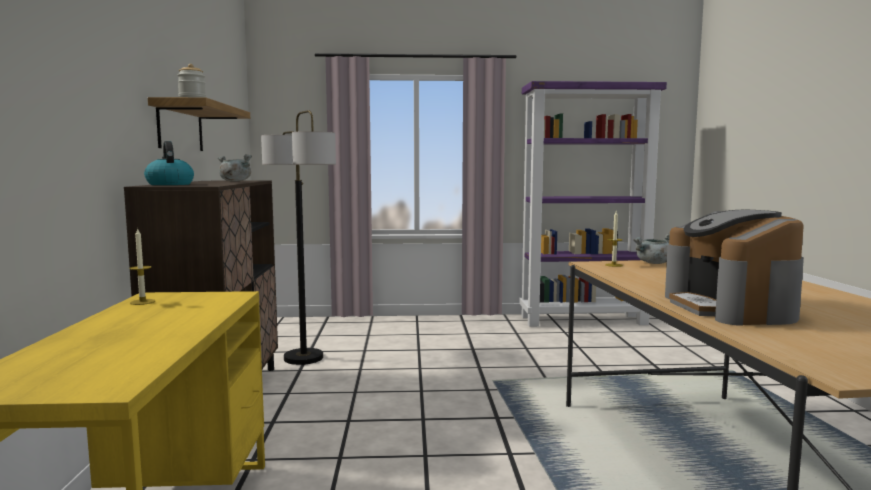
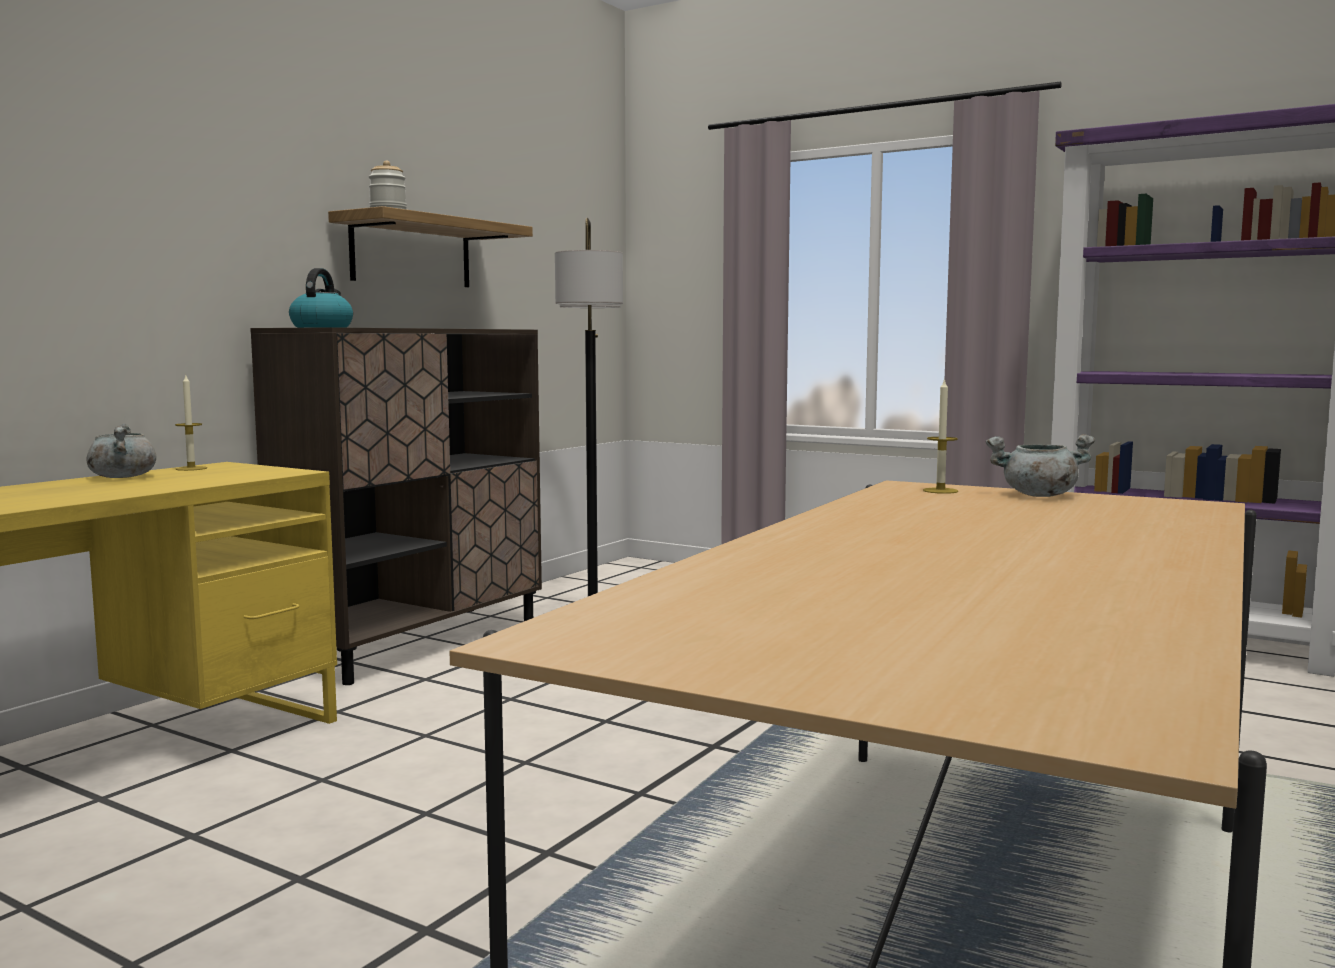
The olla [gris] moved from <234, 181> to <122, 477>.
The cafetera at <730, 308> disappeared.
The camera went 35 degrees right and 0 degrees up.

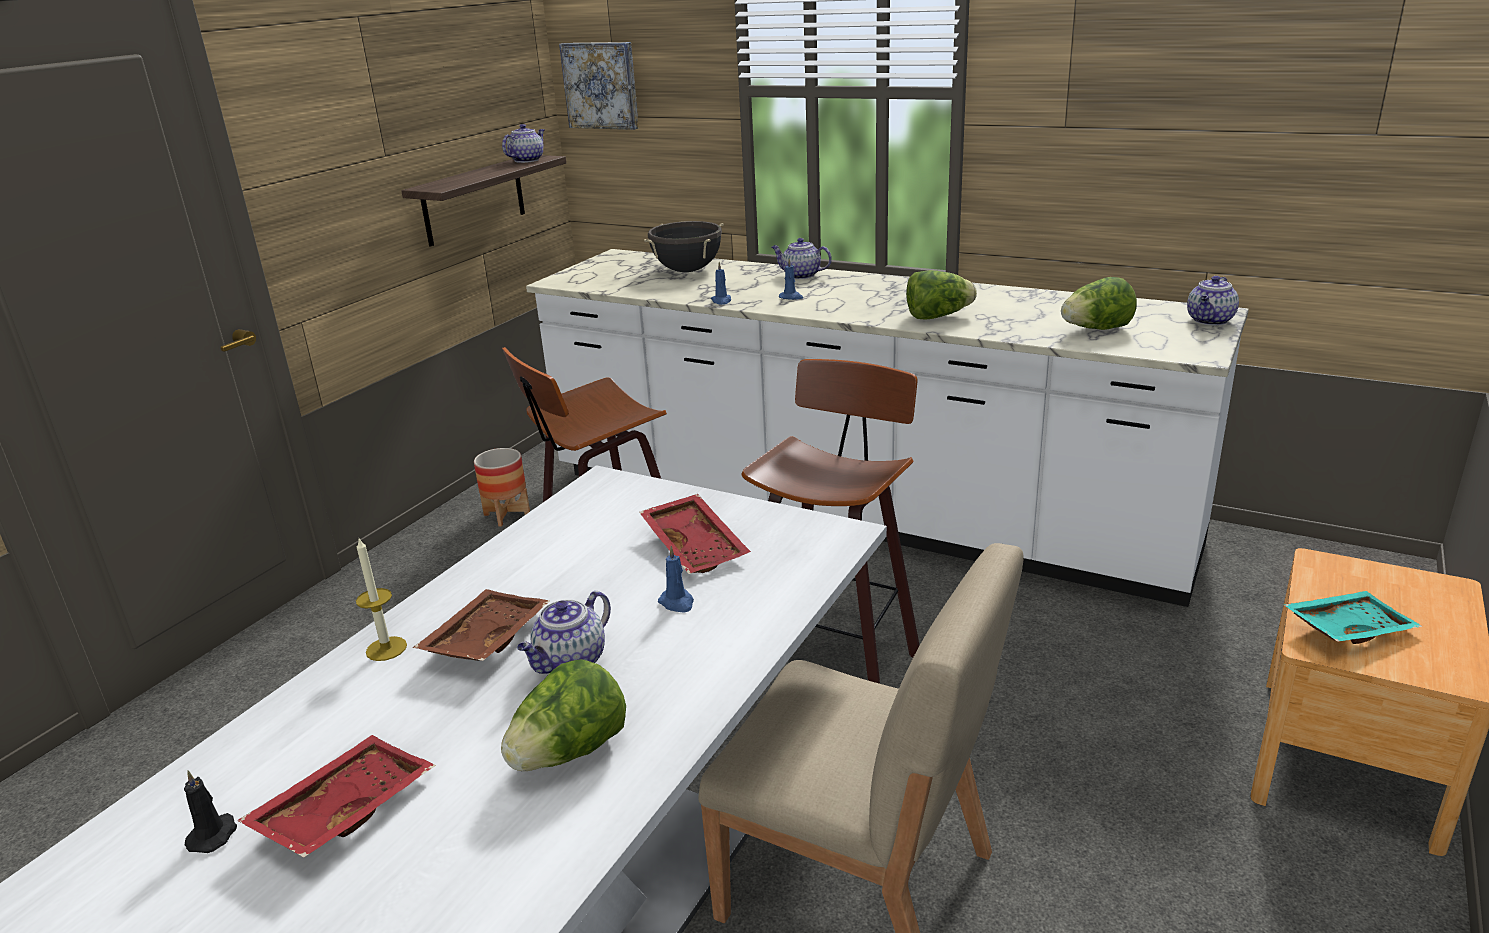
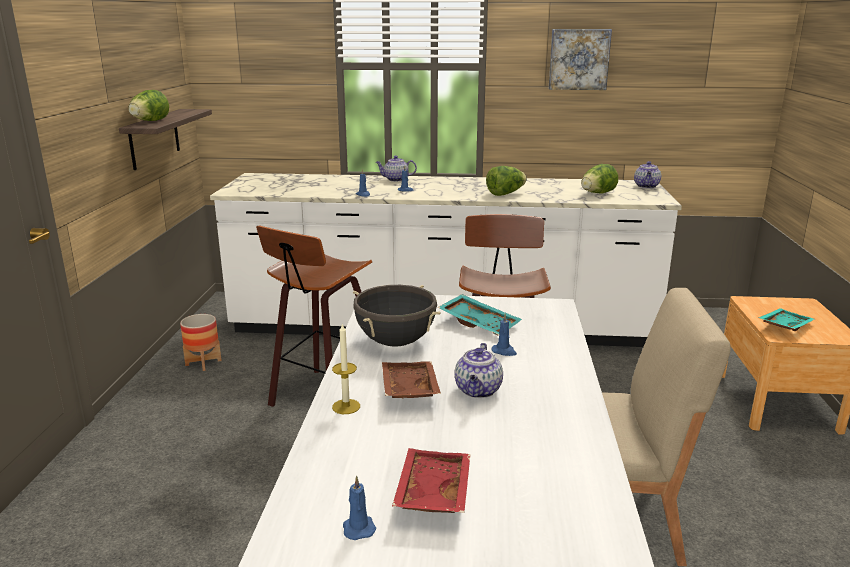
The vela [negro] at <214, 835> became the vela [azul] at <358, 528>.
The lechuga moved from <570, 753> to <150, 121>.
The tetera at <527, 160> disappeared.
The cuadro moved from <602, 85> to <579, 59>.
The bandeja [rojo] at <696, 546> became the bandeja [turquesa] at <480, 323>.
The olla [negro] moved from <687, 270> to <396, 342>.
The camera went 25 degrees left and 5 degrees down.

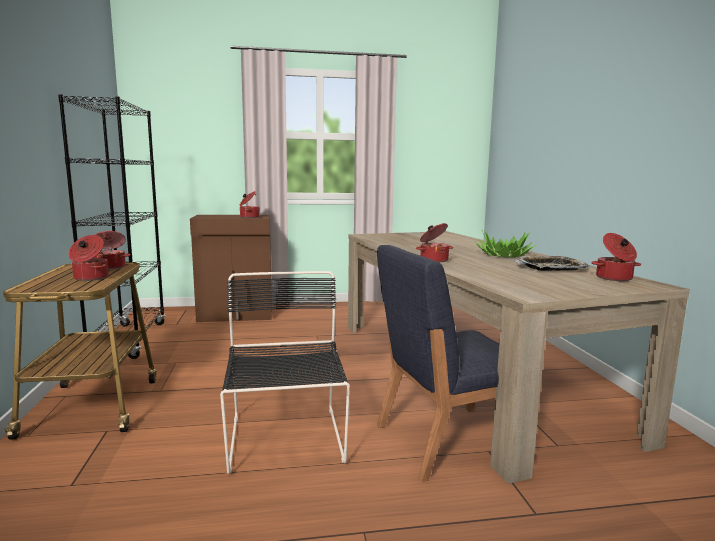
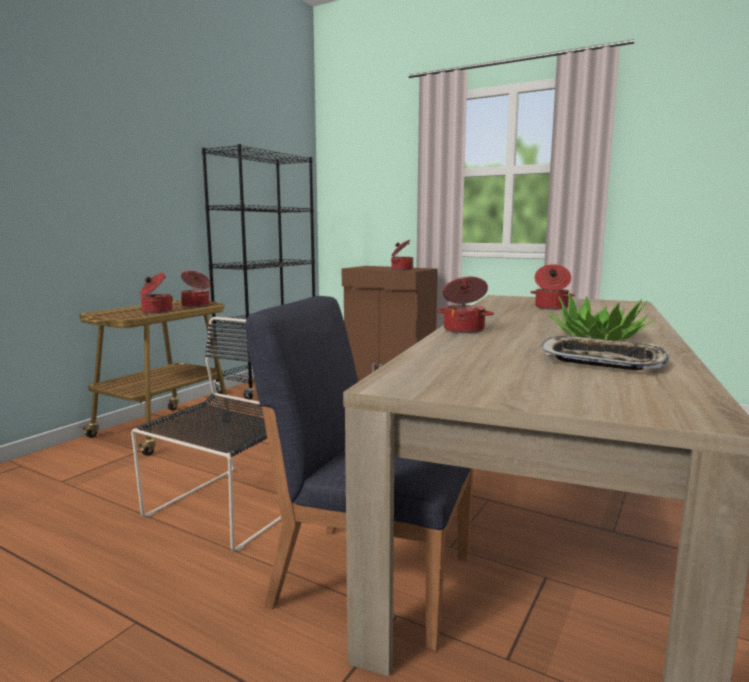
The olla moved from <614, 278> to <550, 307>.
The camera went 40 degrees right and 0 degrees up.

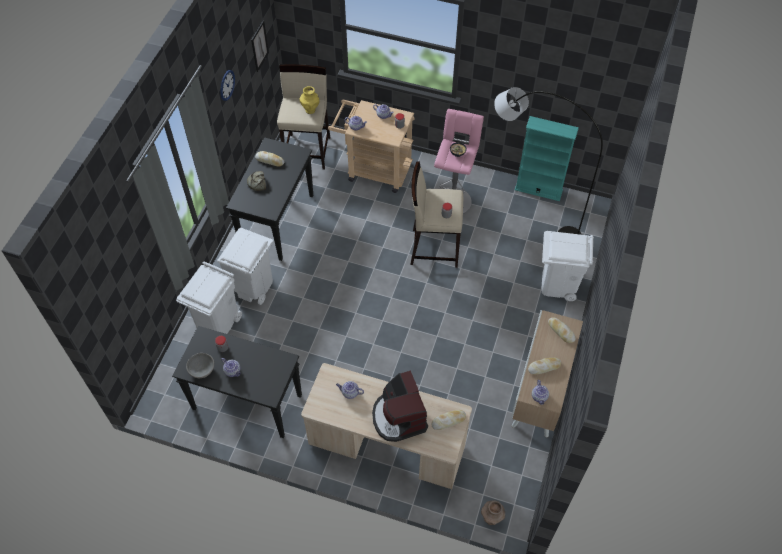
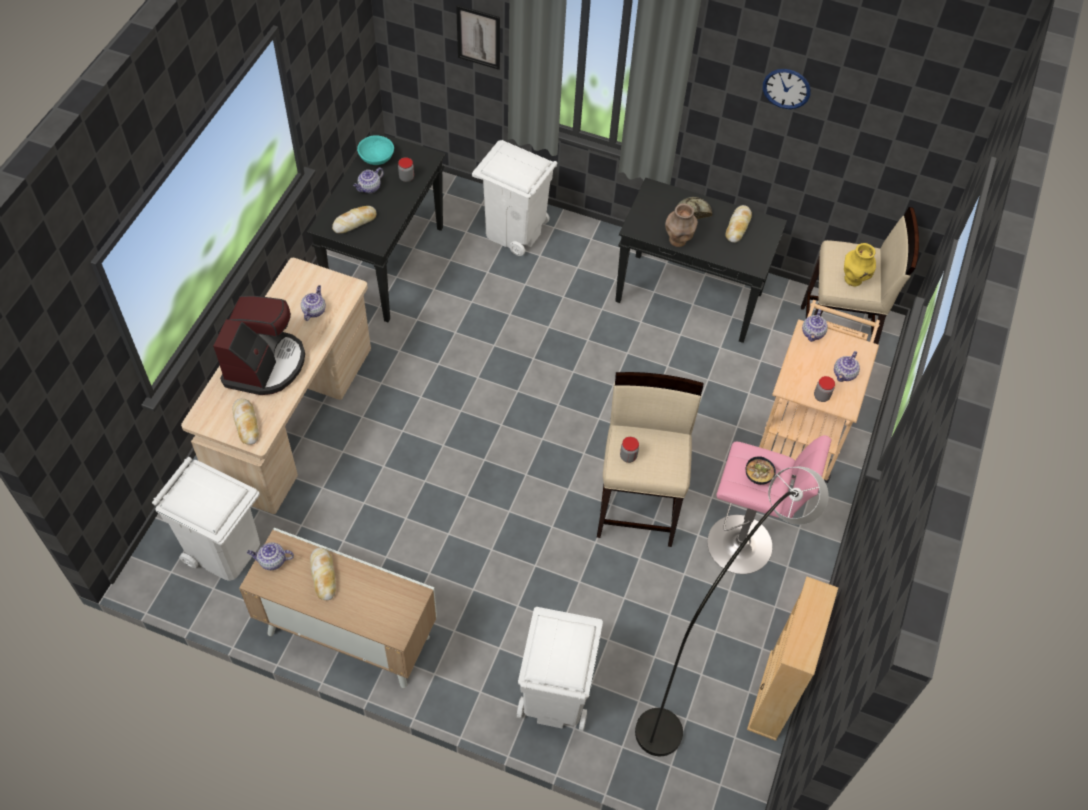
The cuenco [gris] at <201, 369> became the cuenco [turquesa] at <377, 158>.
The papelera [blanco] moved from <252, 286> to <225, 550>.
The cuadro moved from <259, 46> to <478, 37>.
The cafetera at <398, 417> turned 120 degrees clockwise.
The florero [marrón] moved from <491, 518> to <678, 241>.
The estantería [turquesa] at <538, 190> became the estantería [beis] at <773, 695>.
The pan moved from <561, 331> to <354, 222>.
The camera went 90 degrees right and 0 degrees up.

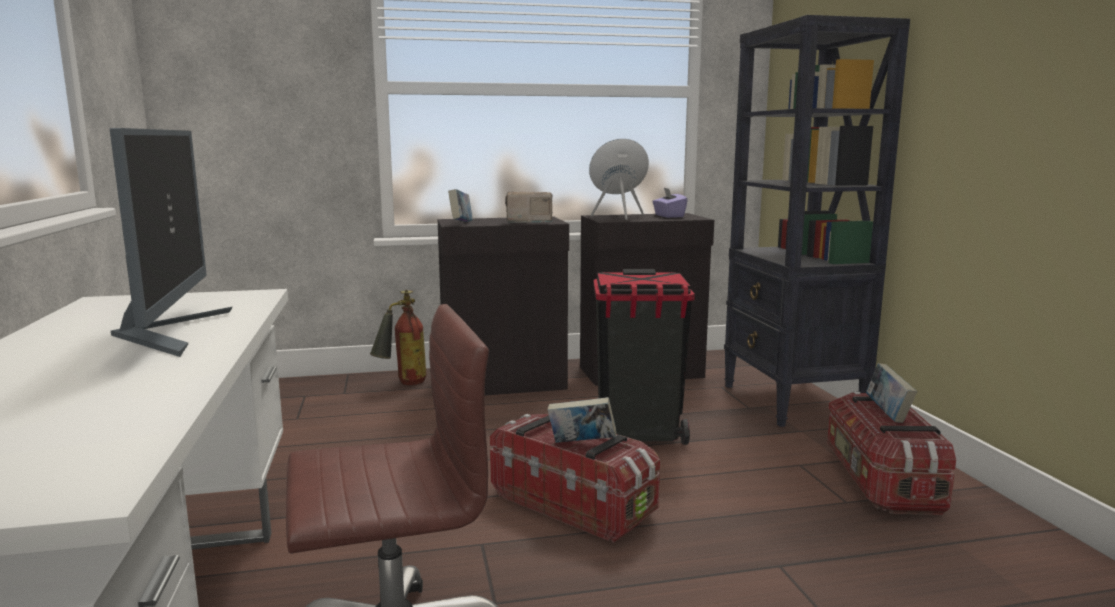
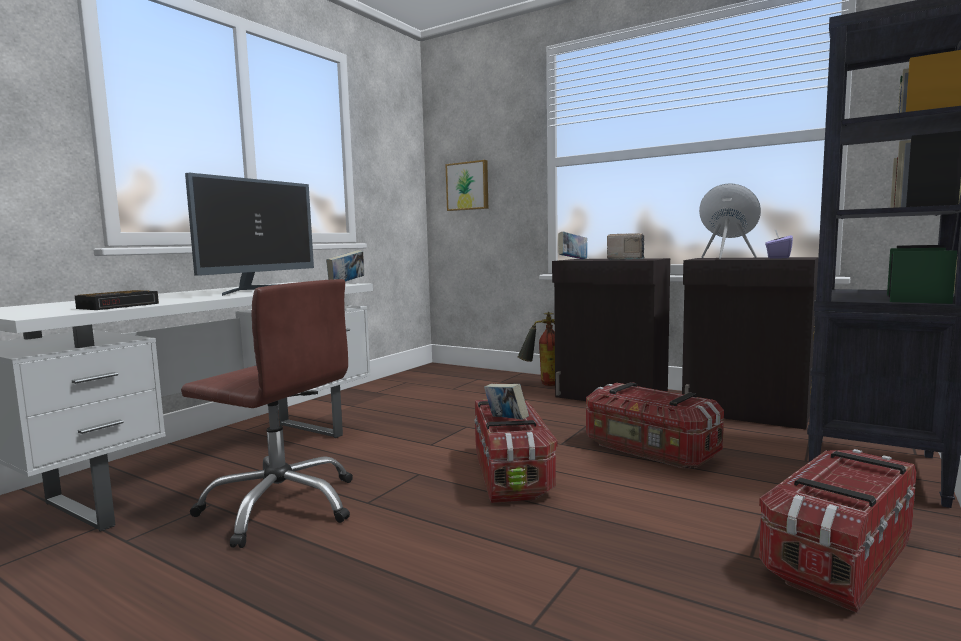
The papelera [negro] at <638, 434> was replaced by the caja de almacenaje at <649, 450>.
The libro moved from <888, 414> to <346, 284>.
The despertador at <120, 306> appeared.
The cuadro at <468, 186> appeared.
The camera went 45 degrees right and 5 degrees down.

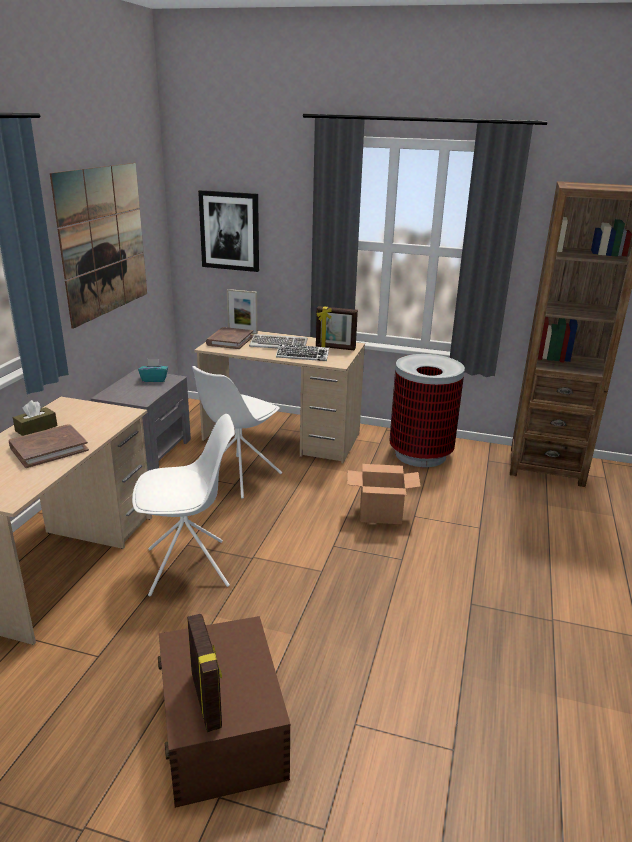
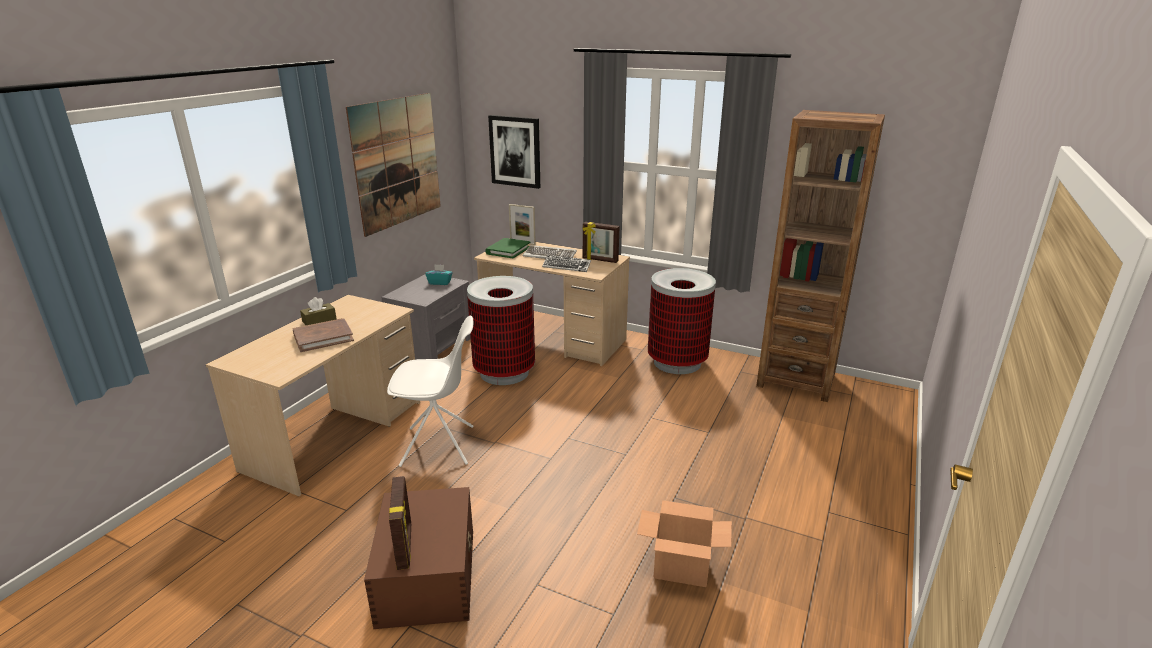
The silla [blanco] at <238, 477> was replaced by the papelera at <504, 372>.
The libro [marrón] at <230, 340> became the libro [verde] at <508, 250>.
The caja de cartón moved from <380, 515> to <680, 569>.
The camera went 10 degrees right and 0 degrees up.

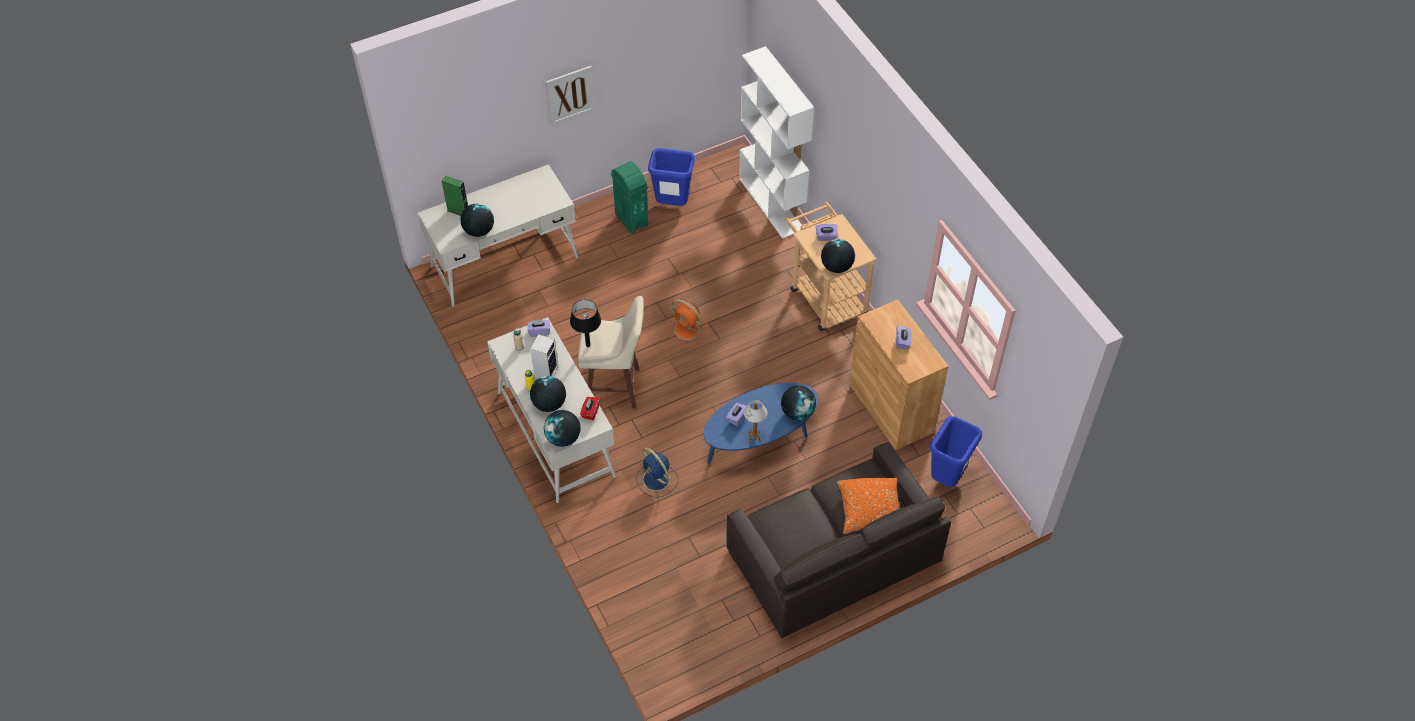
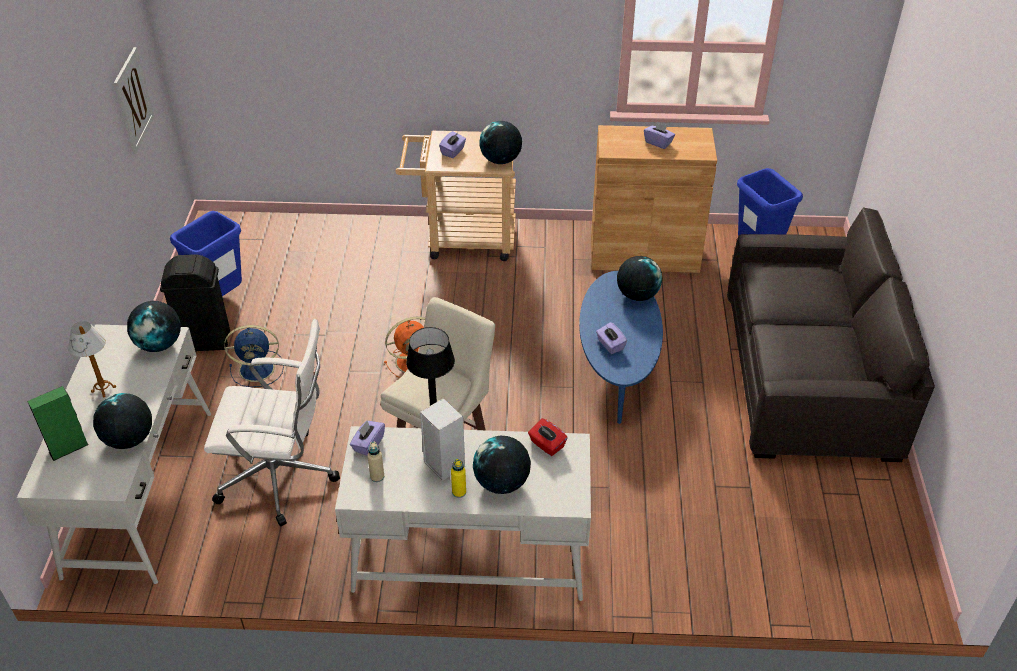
The globo terráqueo moved from <563, 438> to <159, 344>.
The cuadro moved from <570, 95> to <133, 100>.
The papelera [verde] at <631, 219> became the papelera [negro] at <205, 341>.
The ventilador [azul] moved from <657, 480> to <258, 369>.
The estantería [blanco] at <772, 204> disappeared.
The lámpara de mesa moved from <754, 436> to <103, 389>.
The cojín [naranja] at <869, 512> disappeared.
The silla de oficina [blanco] at <280, 477> appeared.
The camera went 60 degrees left and 10 degrees down.

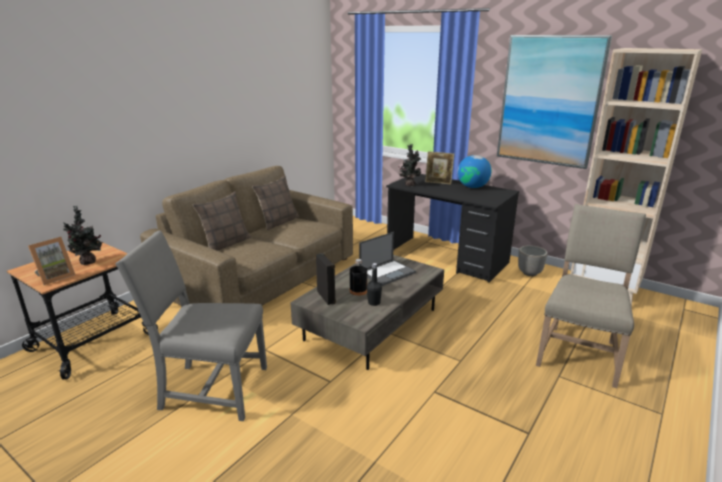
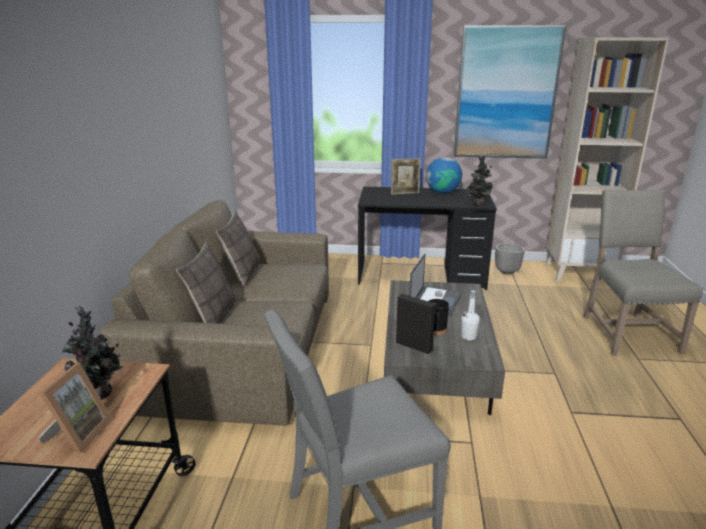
The botella [negro] at <374, 303> became the botella [blanco] at <468, 337>.
The planta en maceta moved from <409, 185> to <477, 204>.
The camera went 30 degrees left and 0 degrees up.

